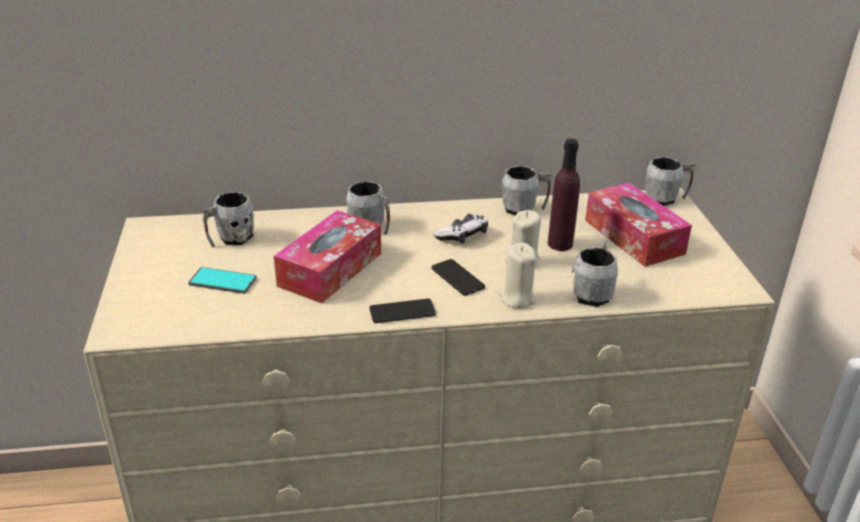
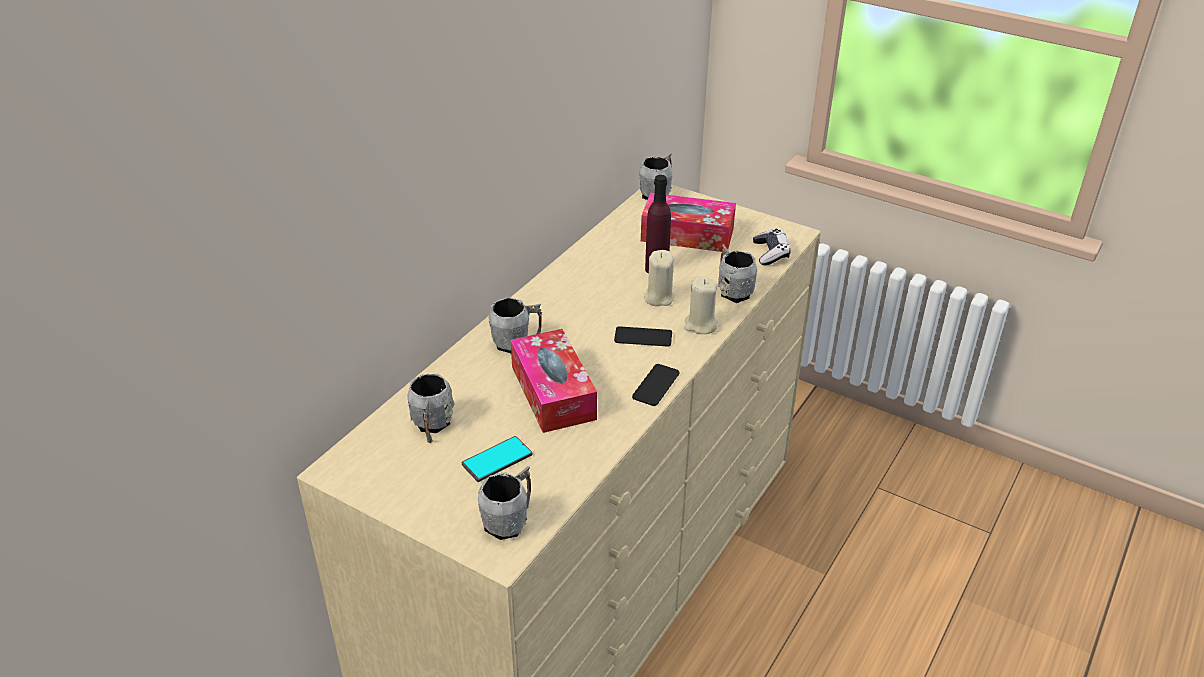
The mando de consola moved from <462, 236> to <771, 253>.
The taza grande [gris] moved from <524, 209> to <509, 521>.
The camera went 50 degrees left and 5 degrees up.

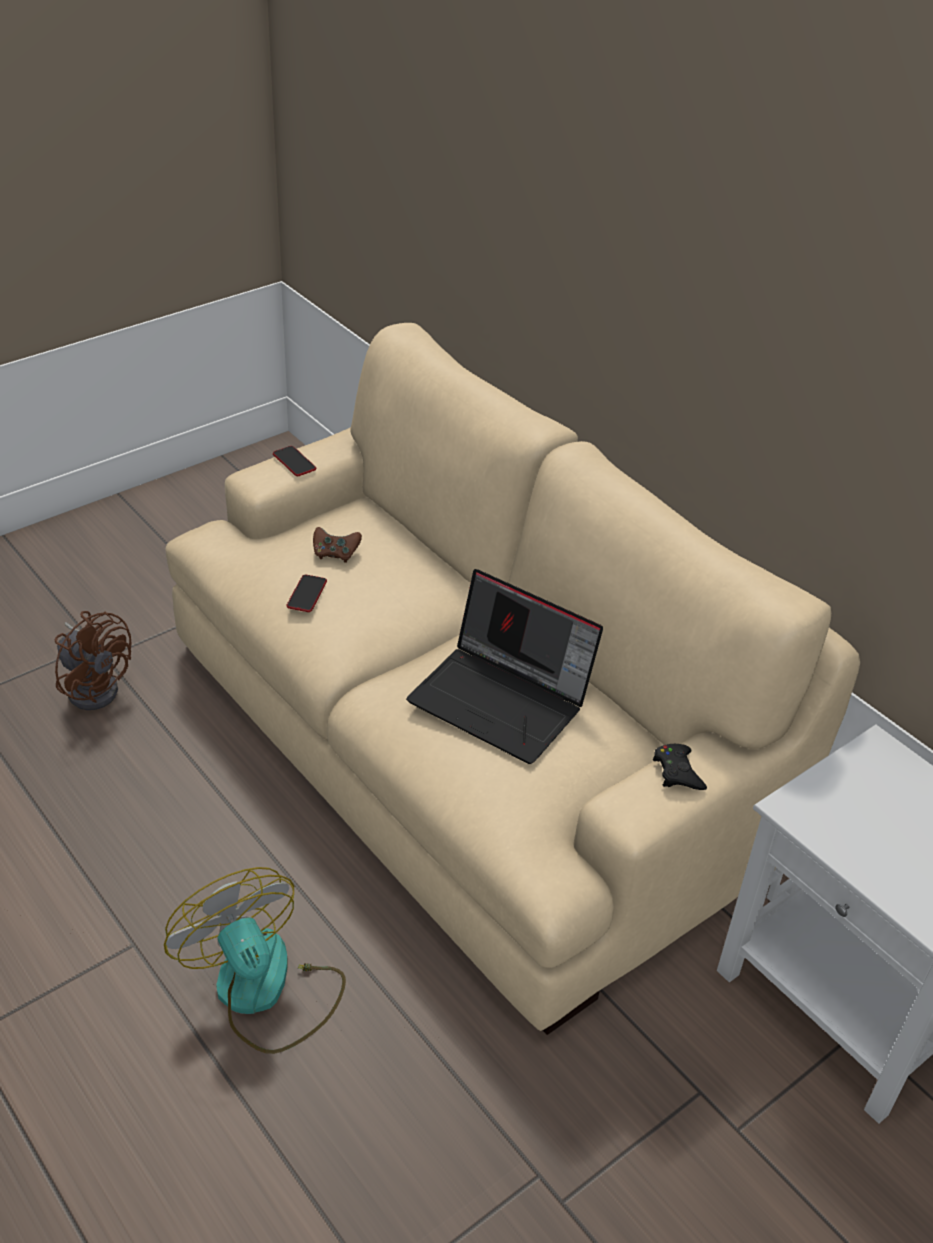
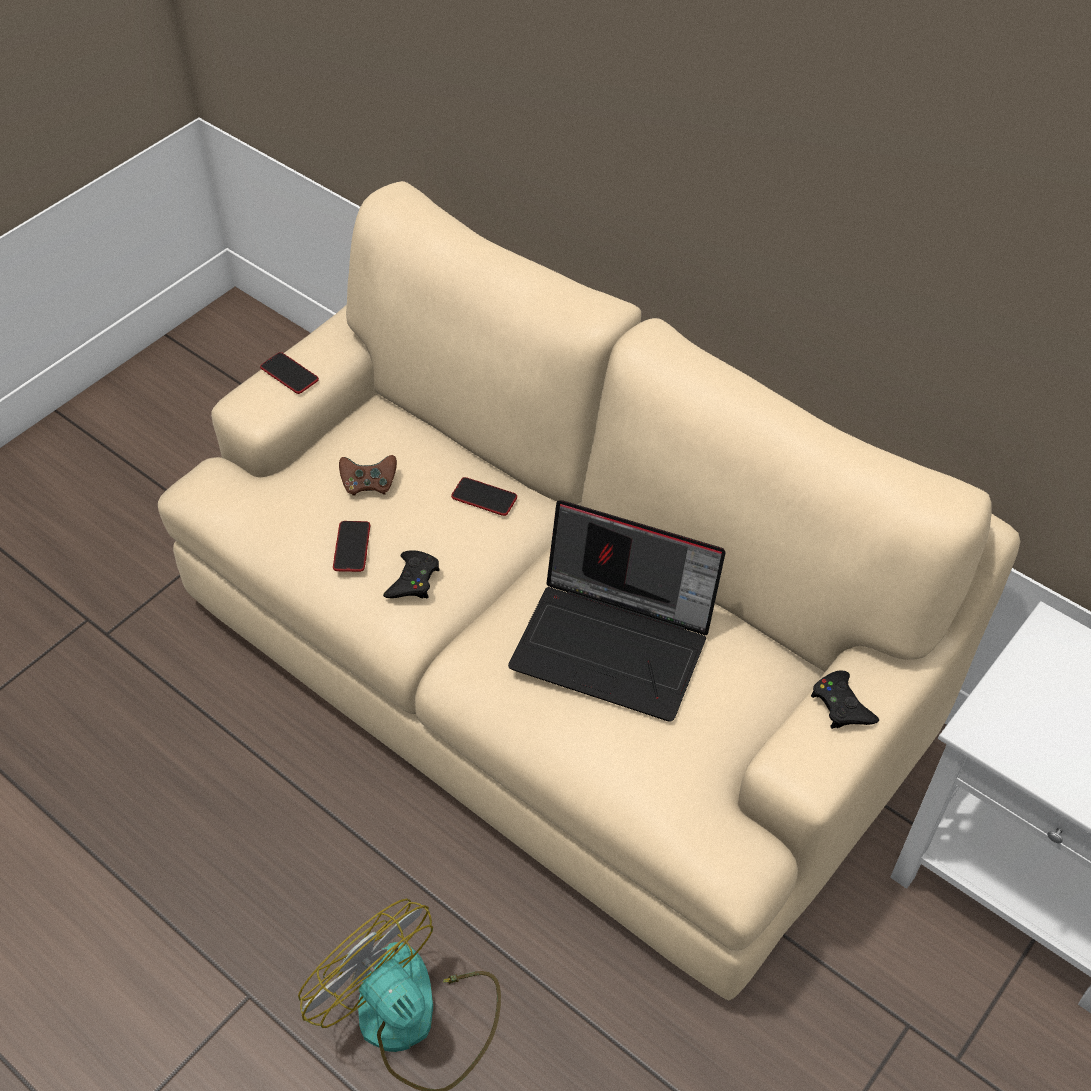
The ventilador [marrón] at <95, 686> disappeared.
The mando de consola [negro] at <413, 580> appeared.
The móvil at <484, 497> appeared.
The camera went 10 degrees left and 10 degrees up.

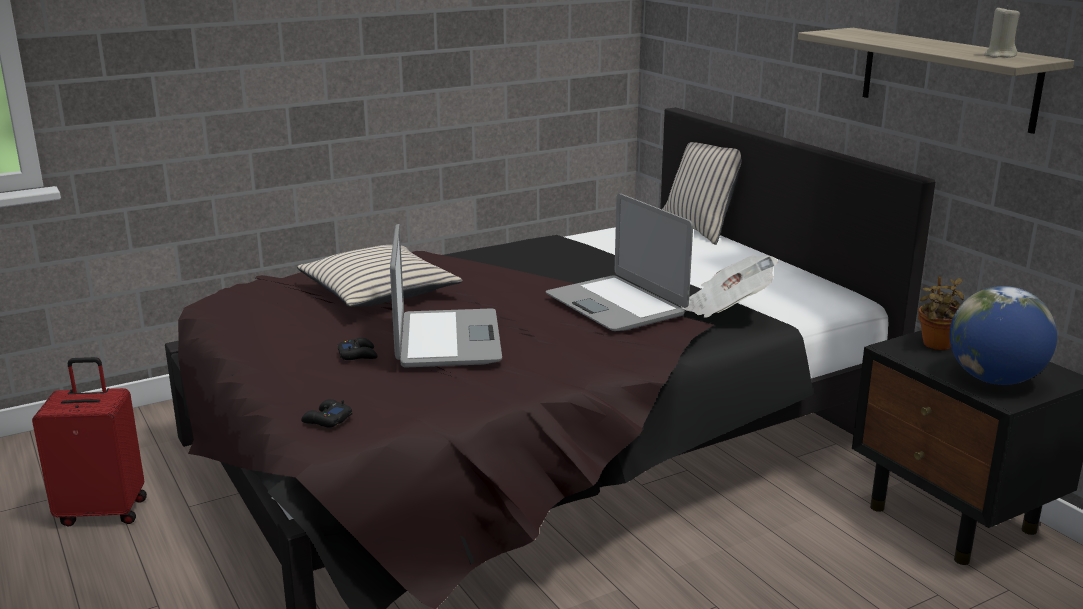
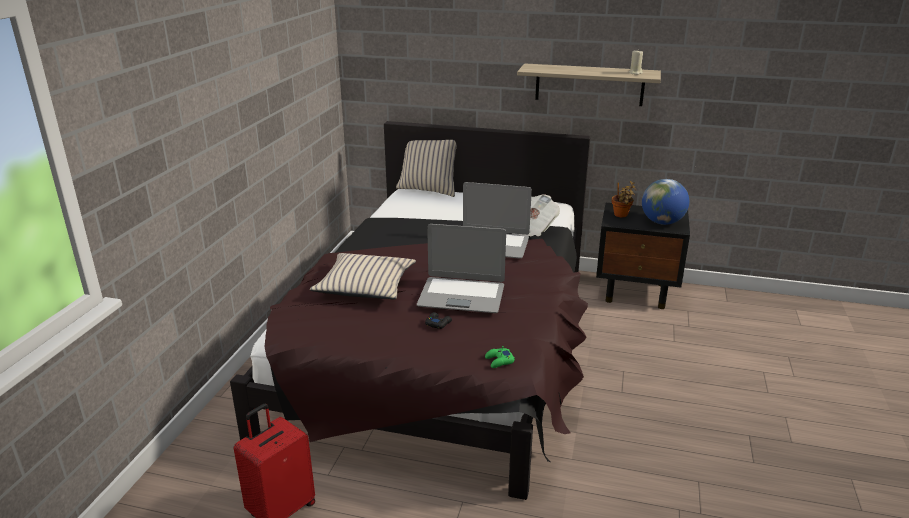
The mando de consola [negro] at <327, 420> became the mando de consola [verde] at <499, 361>.
The portátil at <446, 340> turned 150 degrees clockwise.
The camera went 45 degrees left and 5 degrees up.

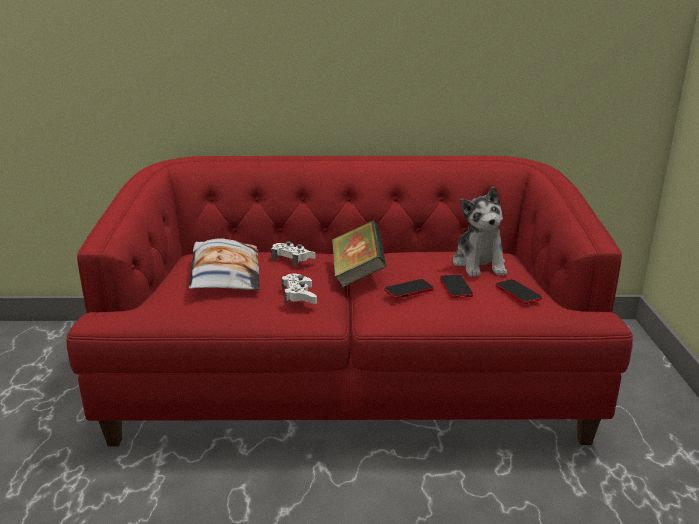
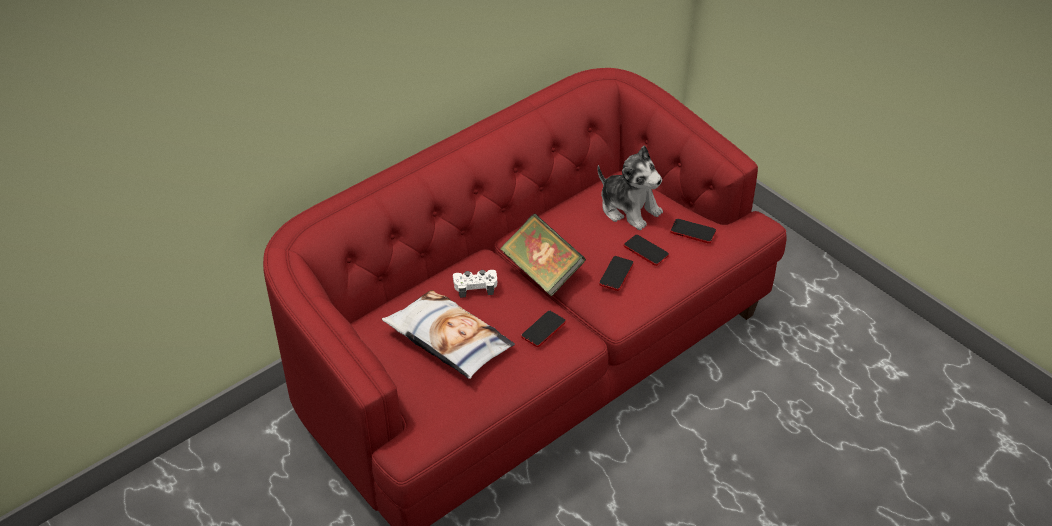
The mando de consola [blanco] at <299, 295> was replaced by the móvil at <543, 329>.
The camera went 40 degrees left and 20 degrees up.

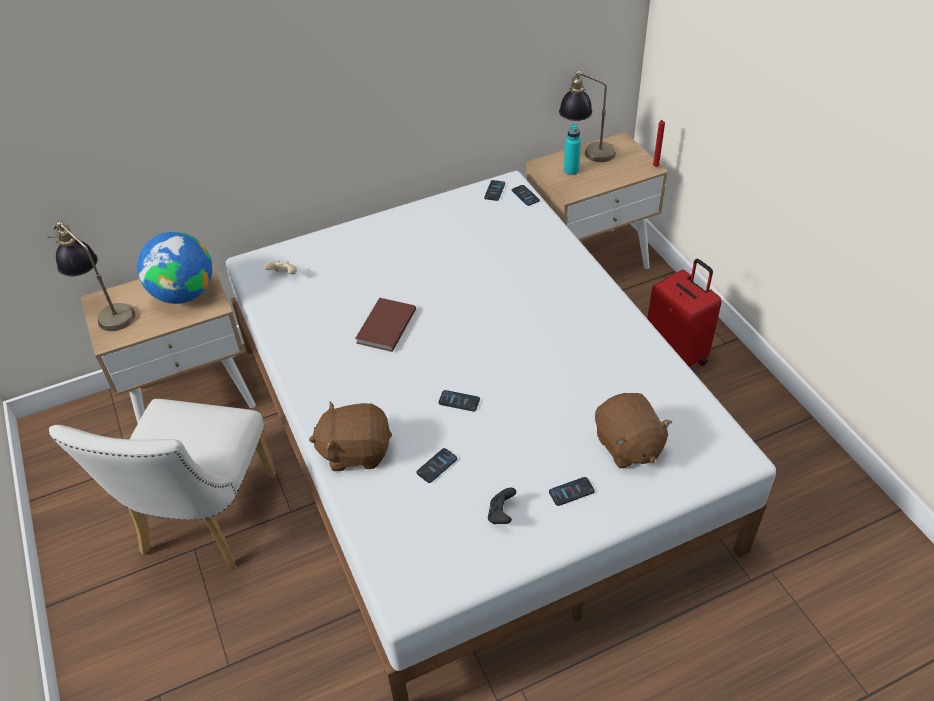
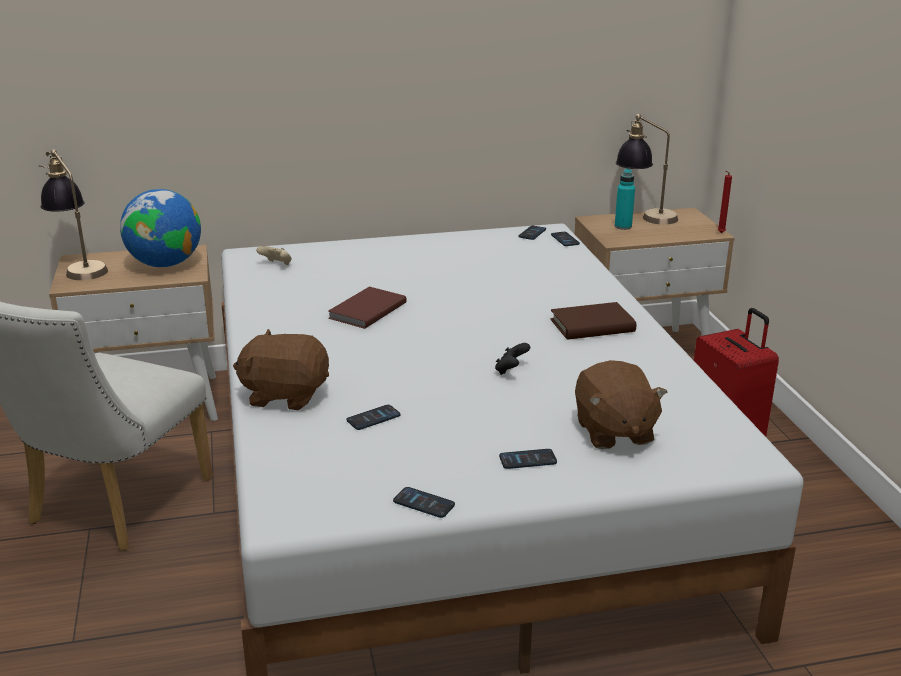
The móvil moved from <459, 401> to <424, 503>.
The mando de consola [negro] moved from <501, 514> to <511, 370>.
The libro [marrón] at <592, 326> appeared.
The camera went 10 degrees right and 20 degrees down.

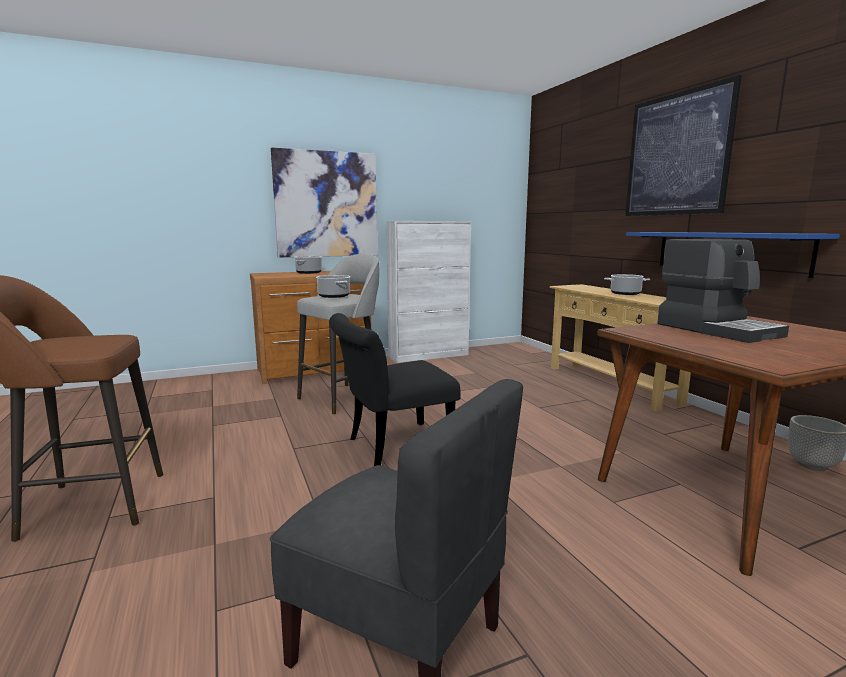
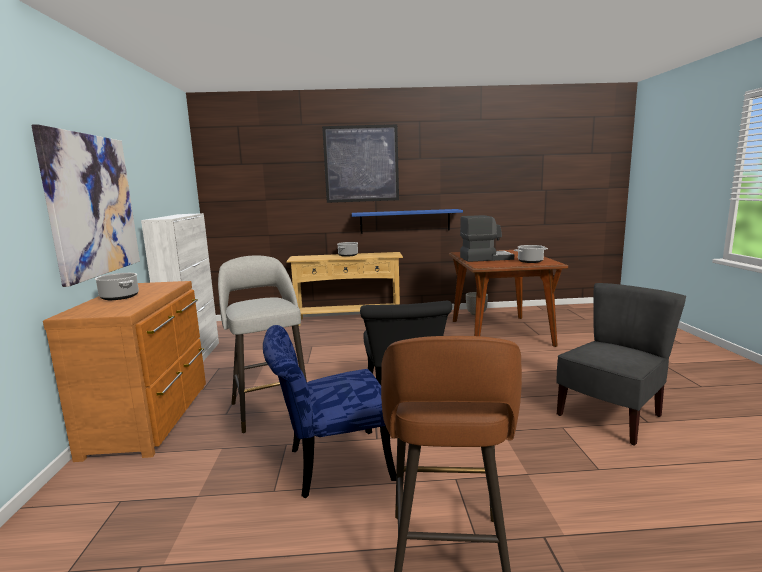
The olla moved from <334, 296> to <530, 261>.
The silla [azul] at <330, 465> appeared.
The camera went 70 degrees left and 0 degrees up.

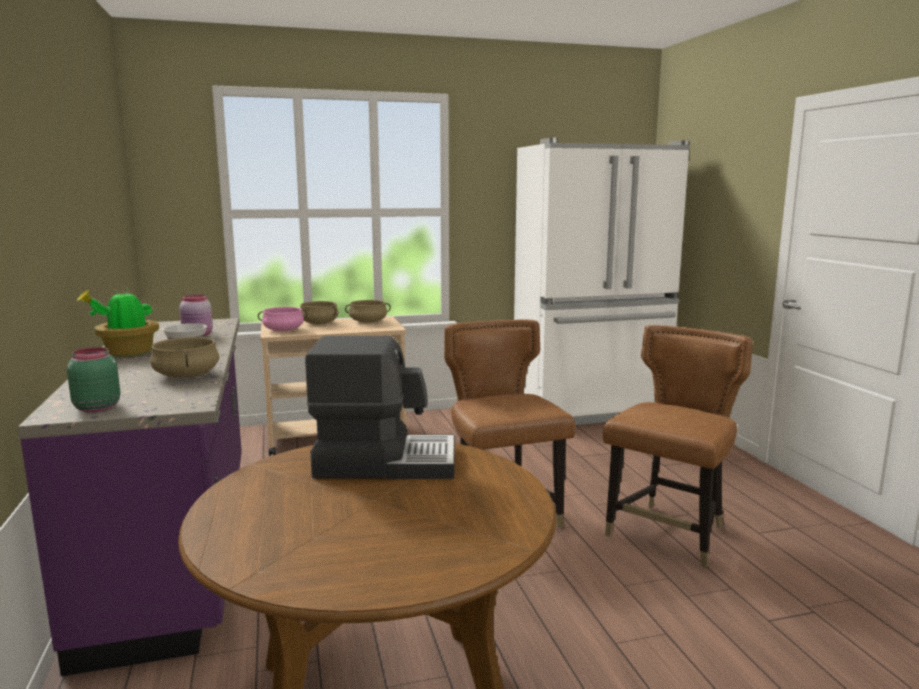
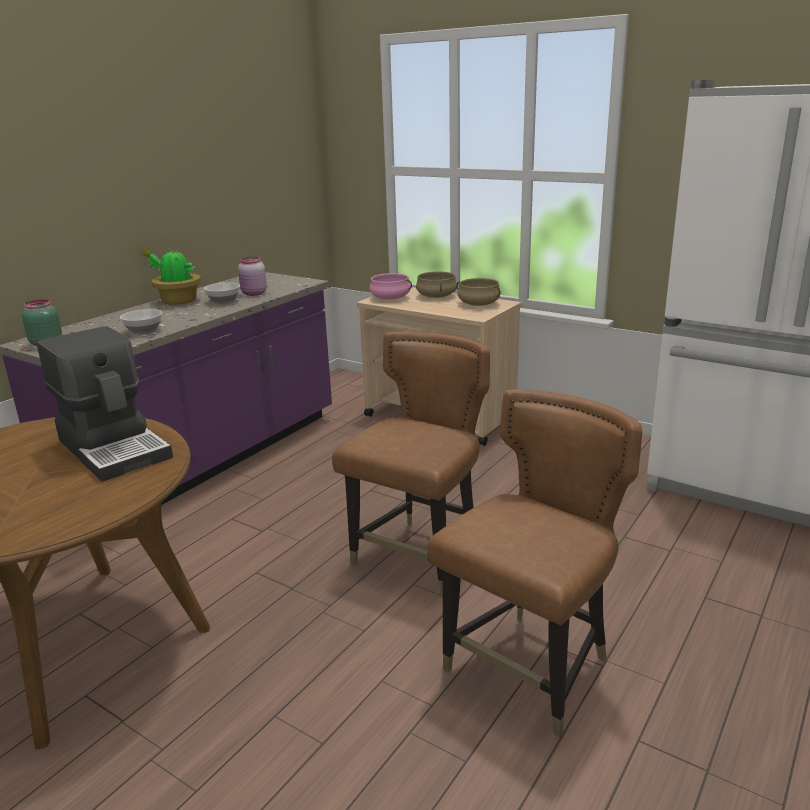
The olla [beis] at <187, 375> was replaced by the cuenco at <144, 331>.
The silla [marrón] at <669, 534> turned 45 degrees counterclockwise.
The camera went 50 degrees right and 10 degrees up.

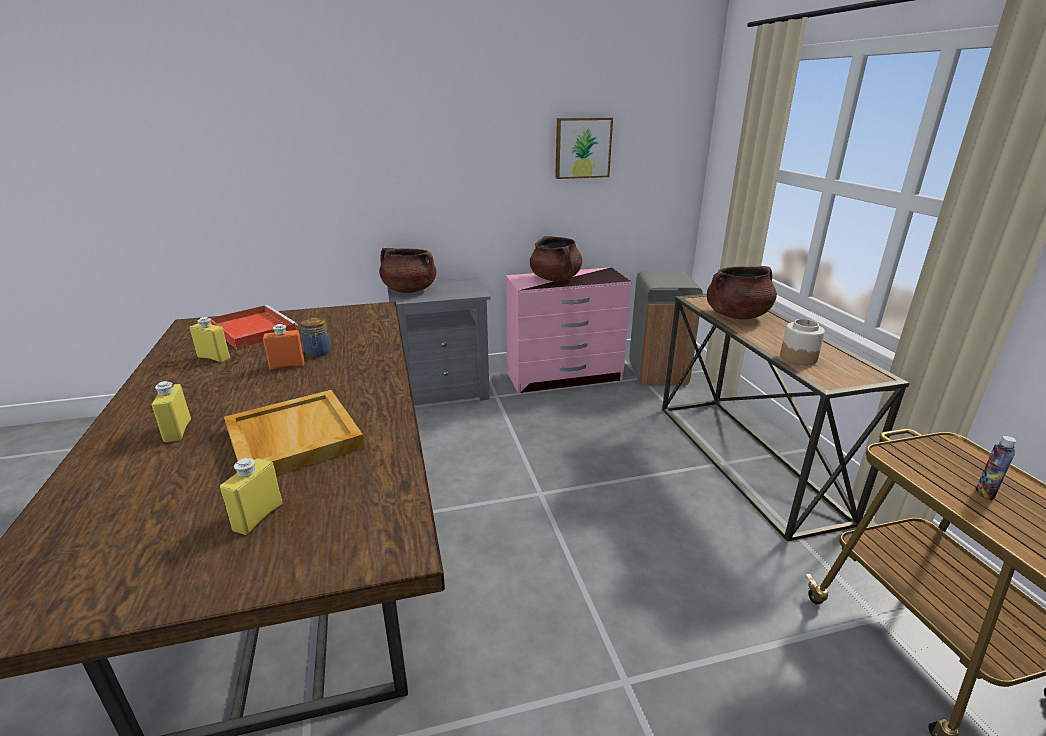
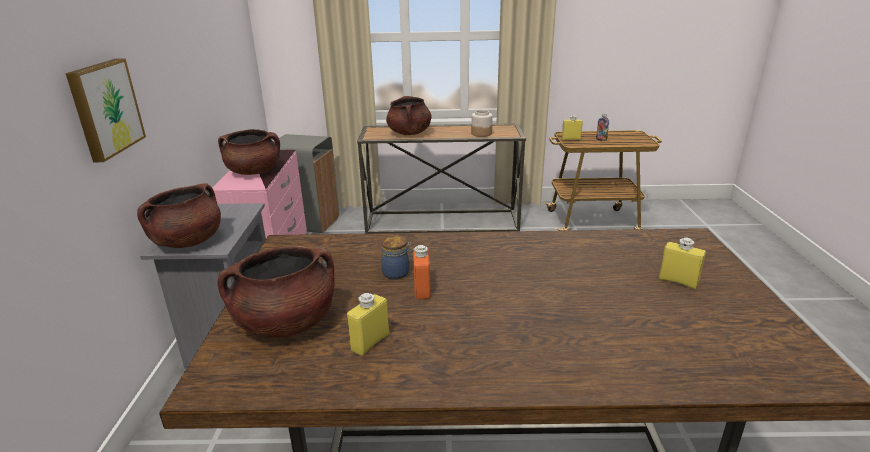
The botella [amarillo] moved from <178, 431> to <571, 139>.
The bandeja [rojo] at <252, 329> was replaced by the olla [marrón] at <286, 323>.
The bandeja [beis] at <292, 438> disappeared.
The cuadro moved from <582, 148> to <104, 108>.
The camera went 75 degrees left and 0 degrees up.

